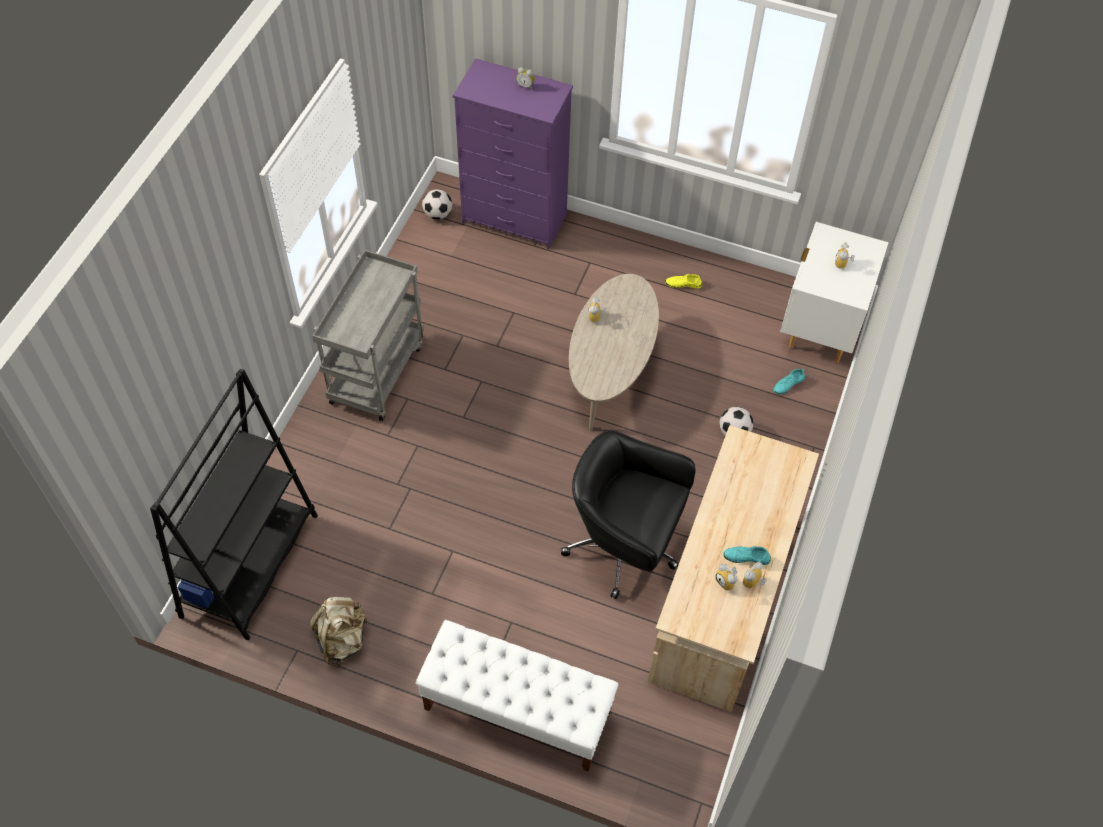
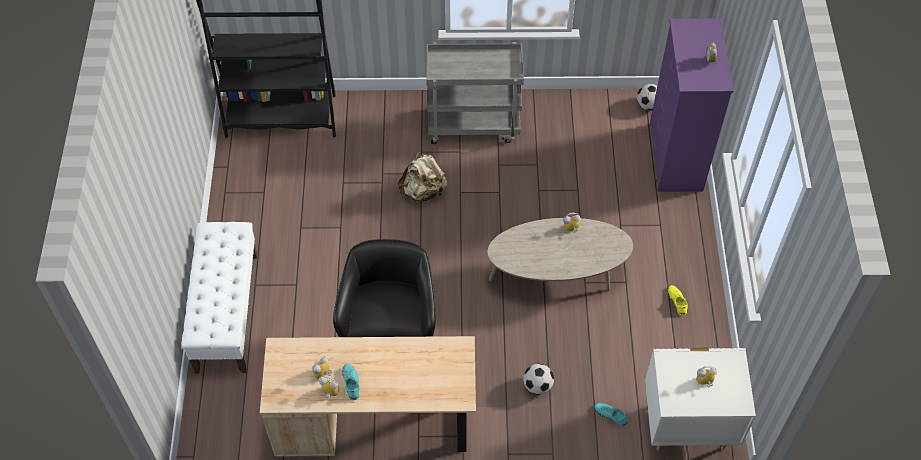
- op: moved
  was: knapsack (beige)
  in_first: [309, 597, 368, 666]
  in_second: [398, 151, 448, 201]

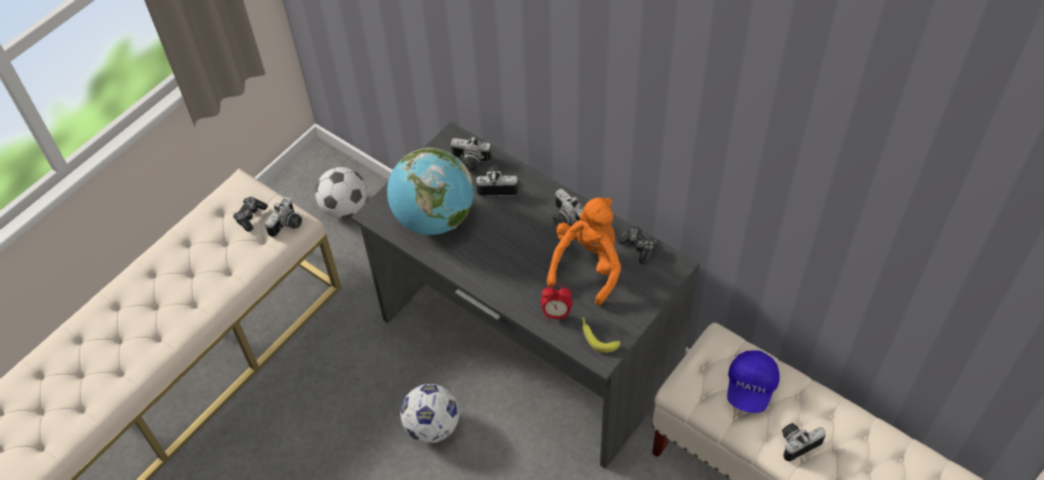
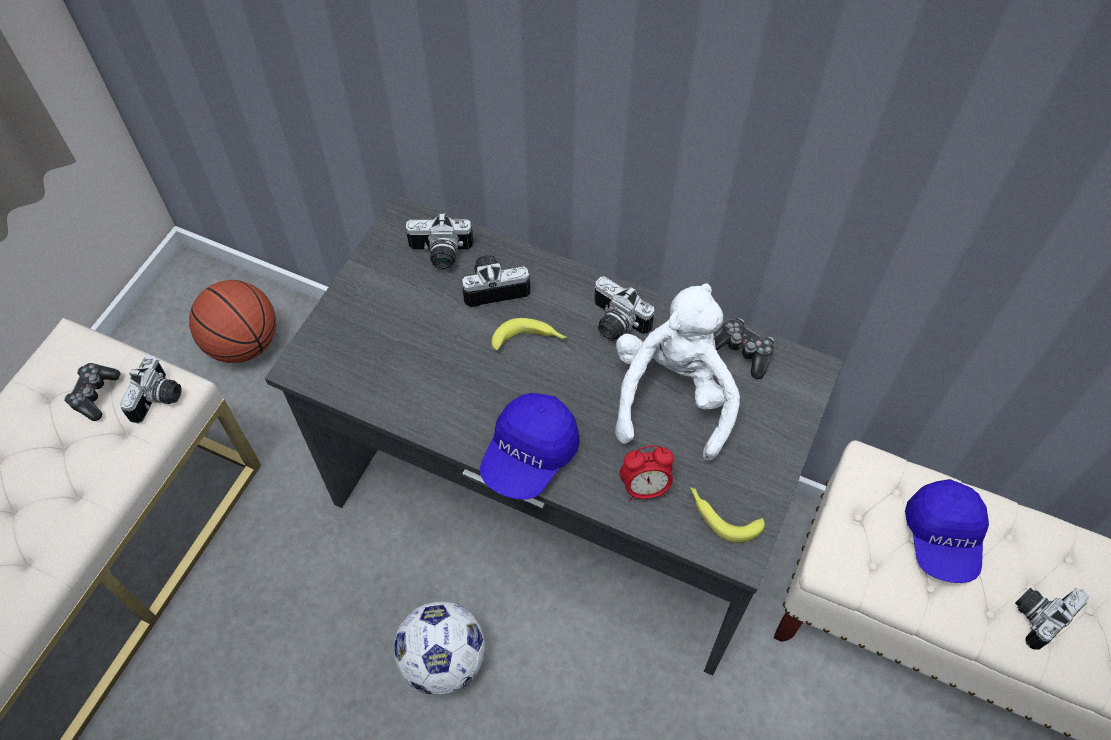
- op: removed
  was: desk globe
  in_first: [387, 147, 473, 235]
- op: replaced
  was: football ball
  now: ball for basketball
  in_first: [315, 167, 367, 219]
  in_second: [189, 280, 276, 363]
- op: recoloured
  was: plush toy (orangey)
  now: plush toy (whitish)
  in_first: [547, 198, 621, 306]
  in_second: [615, 283, 740, 461]
- op: added
  now: banana fruit
  in_second: [491, 318, 566, 350]
- op: added
  now: cap (bluish)
  in_second: [479, 393, 580, 500]

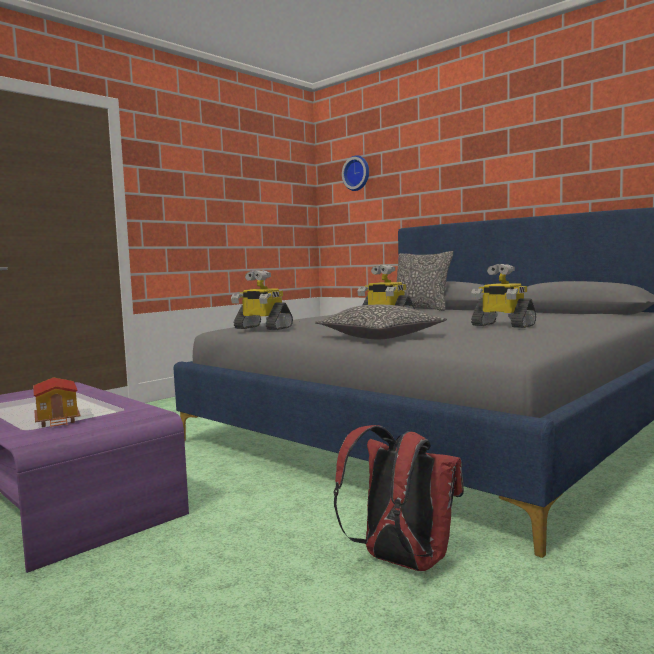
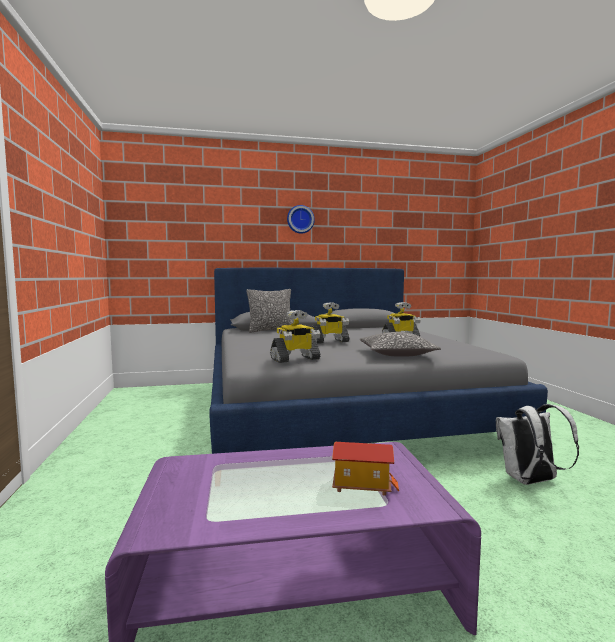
- op: moved
  was: hanging clock
  in_first: [342, 155, 369, 191]
  in_second: [287, 205, 315, 234]
- op: recoloured
  was: knapsack (red-coloured)
  now: knapsack (whitish)
  in_first: [333, 425, 464, 571]
  in_second: [496, 404, 579, 485]

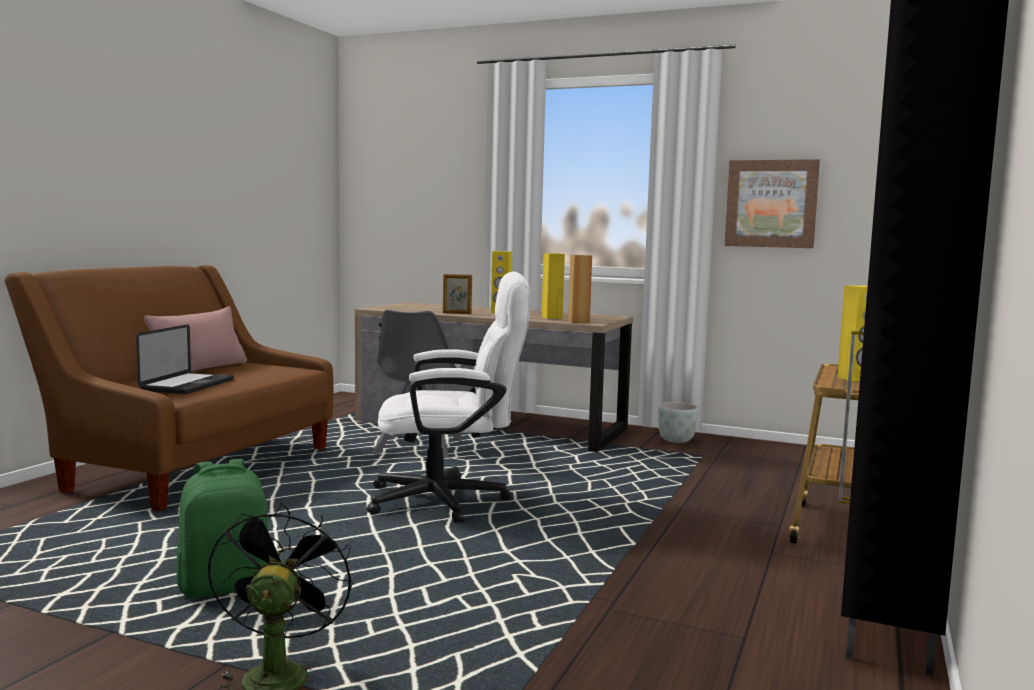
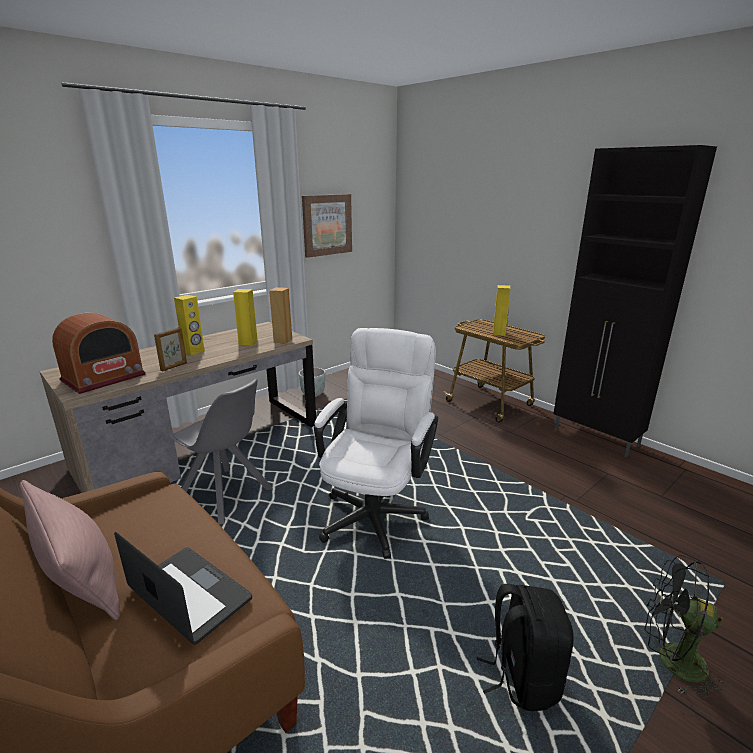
- op: recoloured
  was: knapsack (green-coloured)
  now: knapsack (blackish)
  in_first: [176, 459, 269, 598]
  in_second: [477, 584, 574, 711]
- op: added
  now: radio receiver
  in_second: [52, 312, 146, 394]

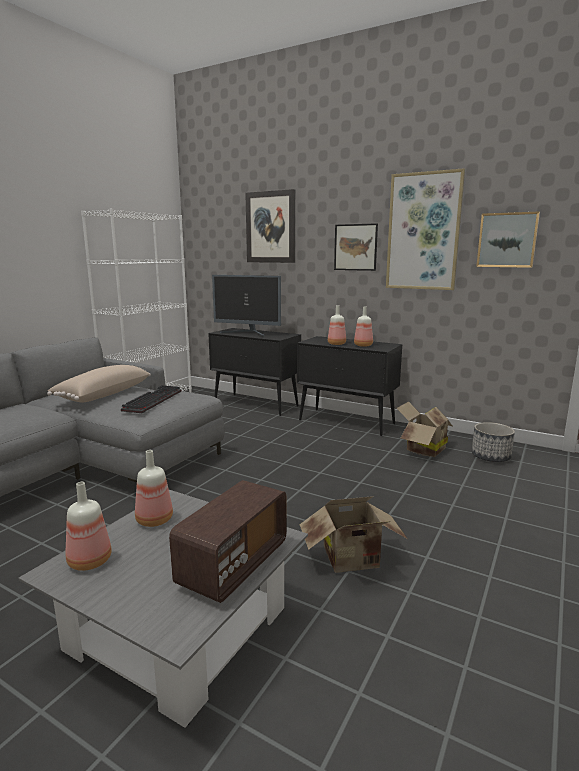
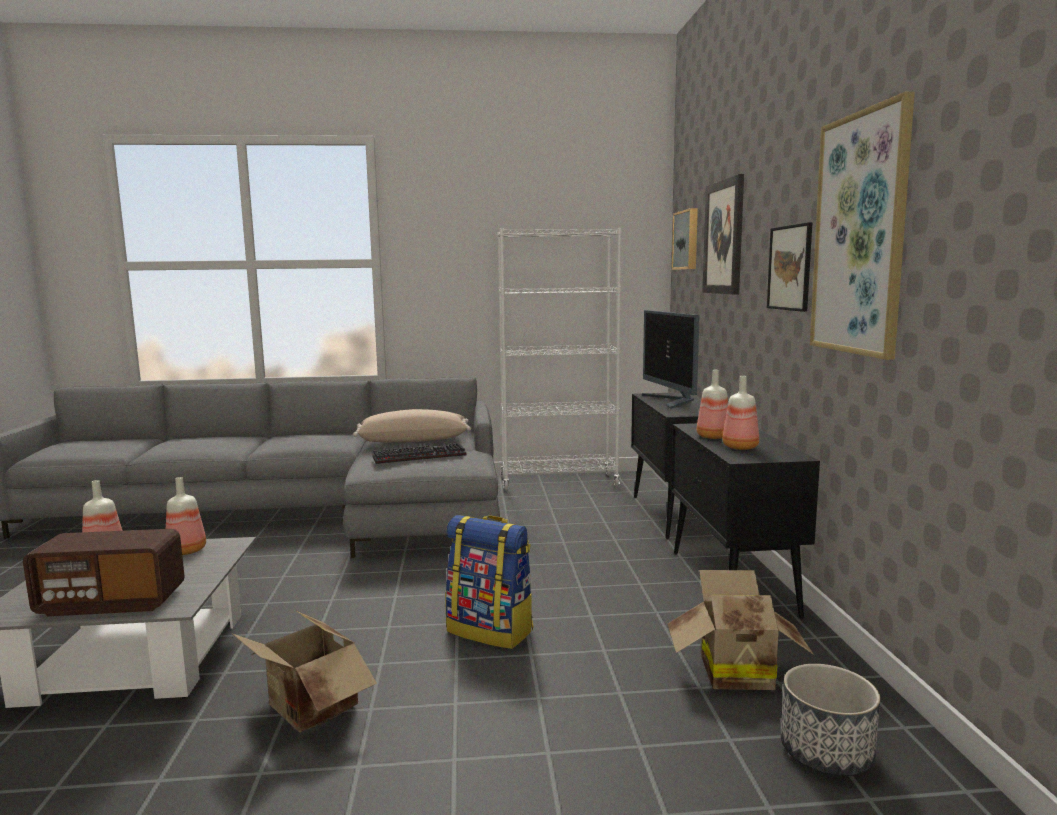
- op: moved
  was: wall art
  in_first: [476, 211, 540, 268]
  in_second: [672, 208, 698, 270]
- op: added
  now: knapsack
  in_second: [445, 515, 533, 649]

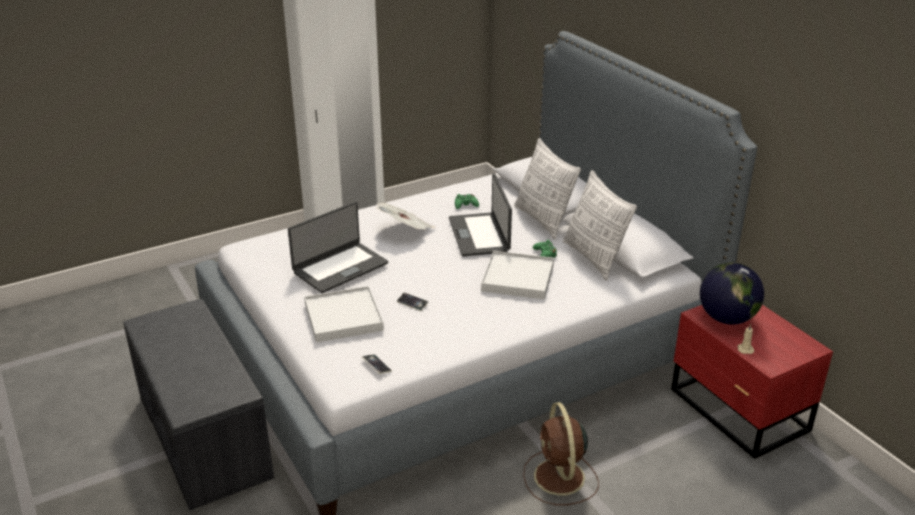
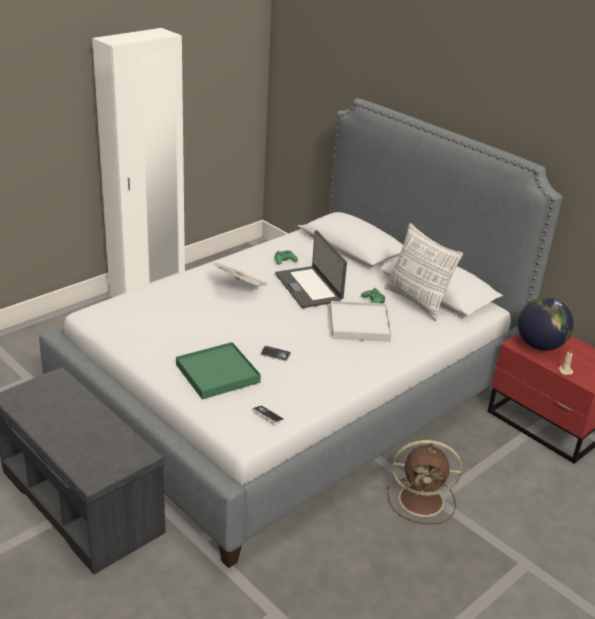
- op: removed
  was: cushion
  in_first: [514, 138, 581, 240]
- op: removed
  was: notebook computer
  in_first: [288, 202, 388, 293]
- op: recoloured
  was: tray (whitish)
  now: tray (green-coloured)
  in_first: [304, 286, 384, 343]
  in_second: [176, 342, 261, 399]
- op: turned
  was: fan (brown-coloured)
  in_first: [523, 402, 599, 505]
  in_second: [387, 440, 462, 524]
  clockwise: -60

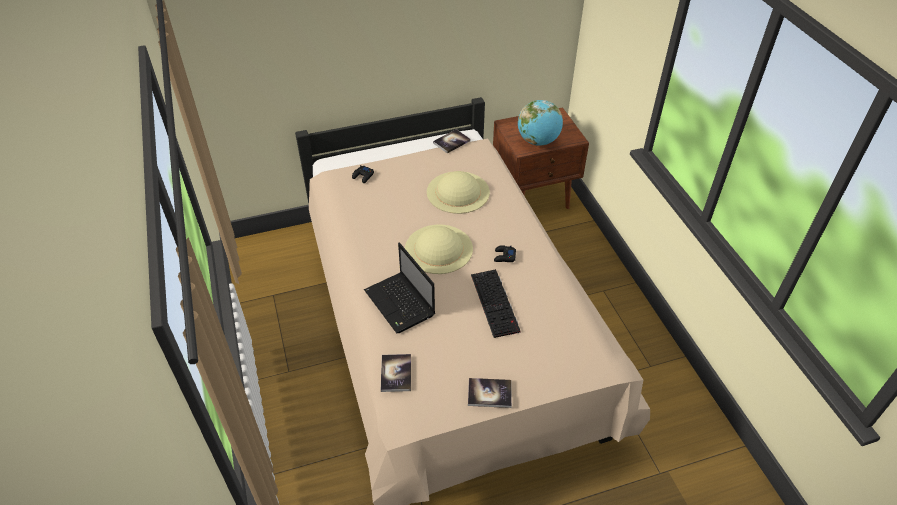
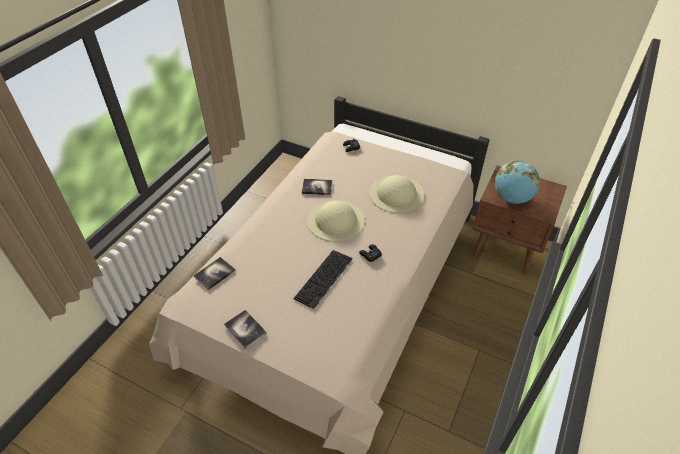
- op: moved
  was: volume
  in_first: [433, 129, 471, 154]
  in_second: [302, 179, 332, 195]
- op: removed
  was: notebook computer
  in_first: [364, 242, 435, 333]

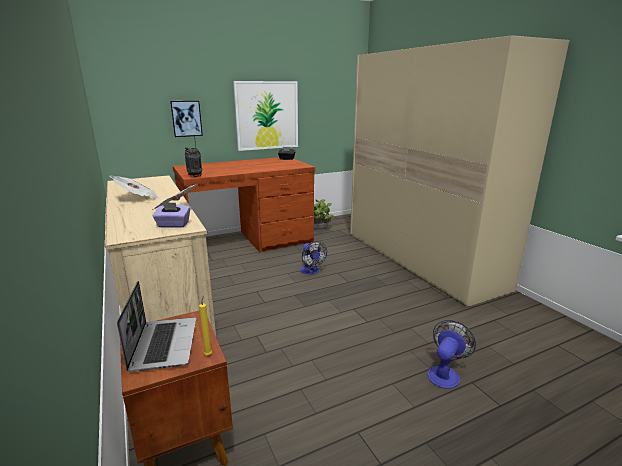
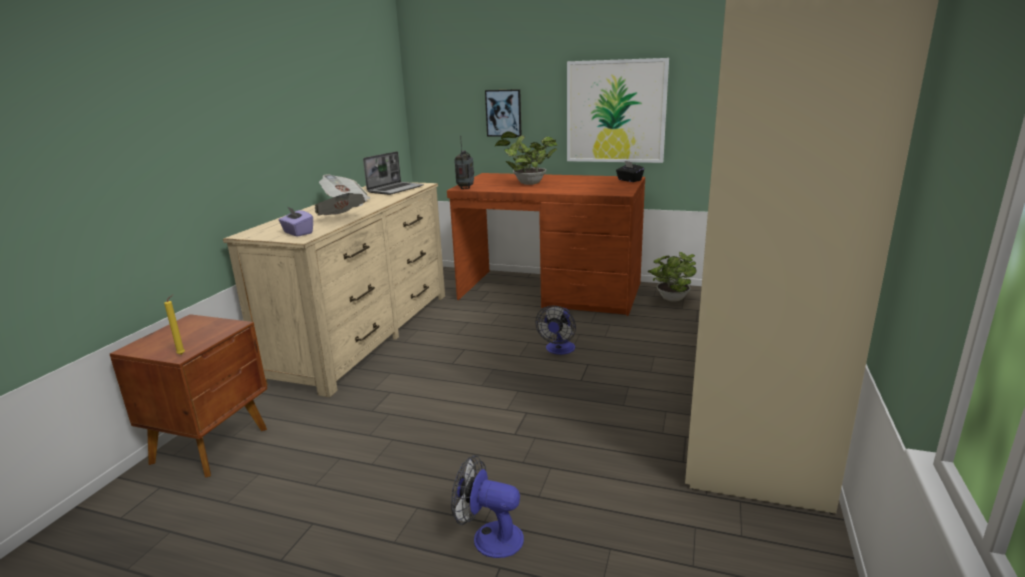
- op: moved
  was: notebook computer
  in_first: [117, 281, 196, 372]
  in_second: [363, 151, 424, 195]
- op: turned
  was: fan
  in_first: [428, 320, 476, 389]
  in_second: [451, 455, 524, 558]
  clockwise: -150
- op: added
  now: potted plant
  in_second: [494, 131, 558, 185]

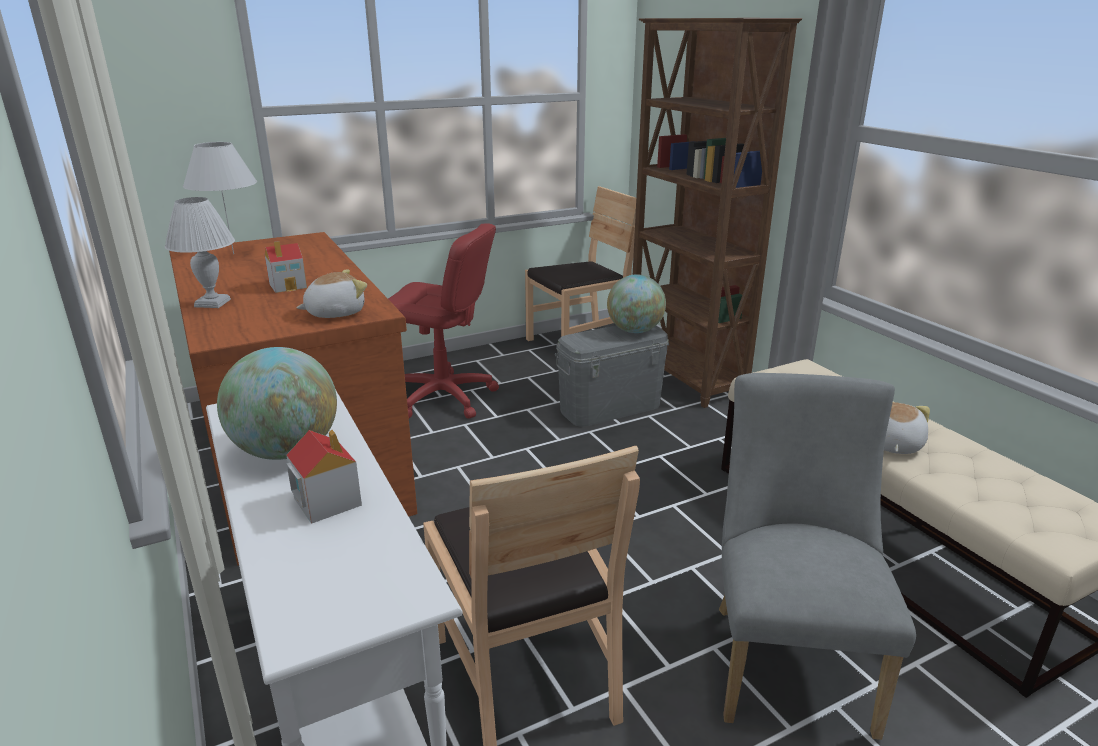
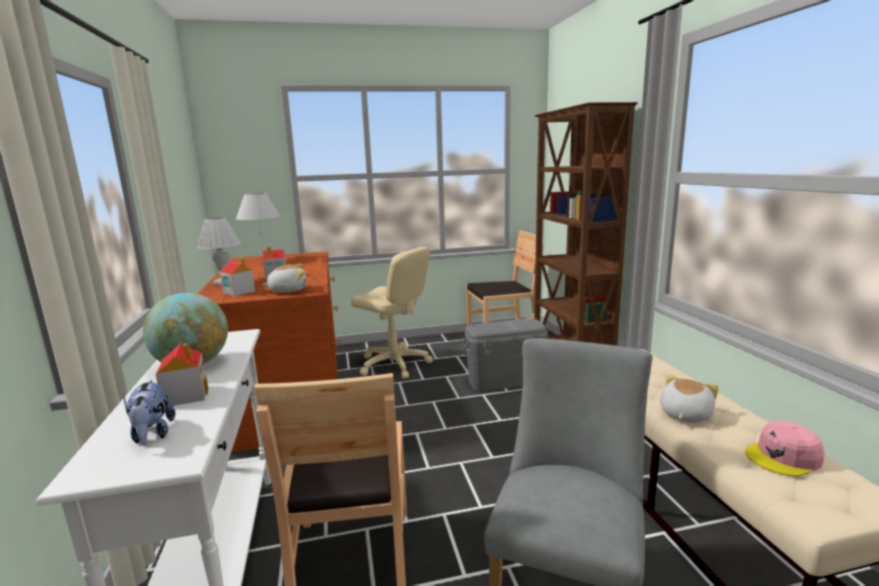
- op: recoloured
  was: office chair (red-coloured)
  now: office chair (beige)
  in_first: [388, 224, 499, 419]
  in_second: [351, 247, 433, 379]
- op: removed
  was: desk globe
  in_first: [607, 274, 666, 333]
- op: added
  now: miniature house
  in_second: [220, 257, 255, 296]
- op: added
  now: plush toy
  in_second: [123, 380, 175, 445]
- op: added
  now: cap (pink)
  in_second: [745, 420, 824, 476]

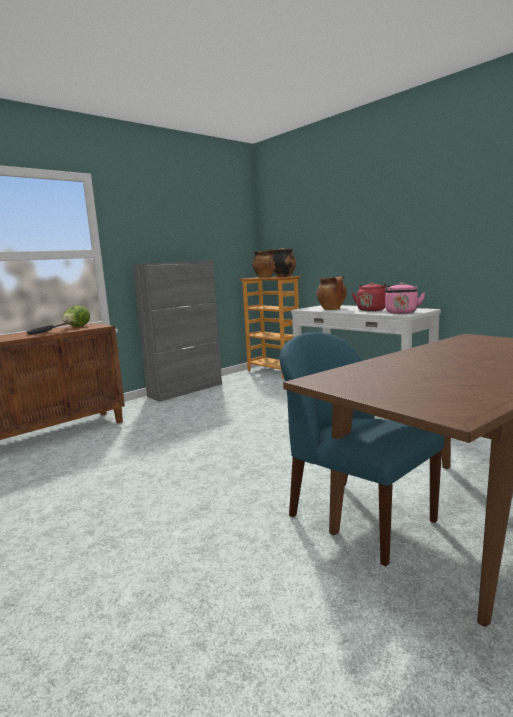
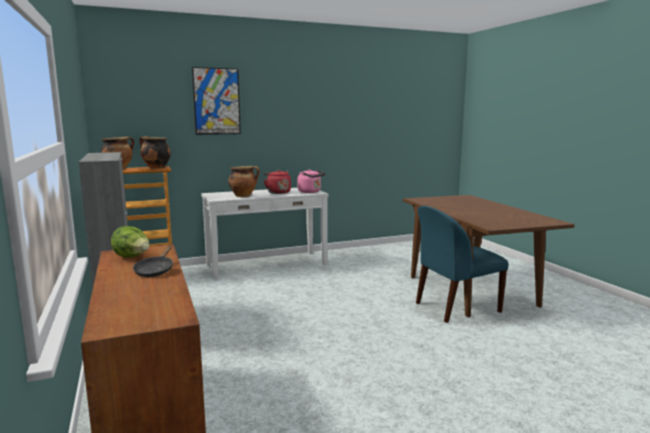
- op: added
  now: wall art
  in_second: [192, 67, 241, 135]

